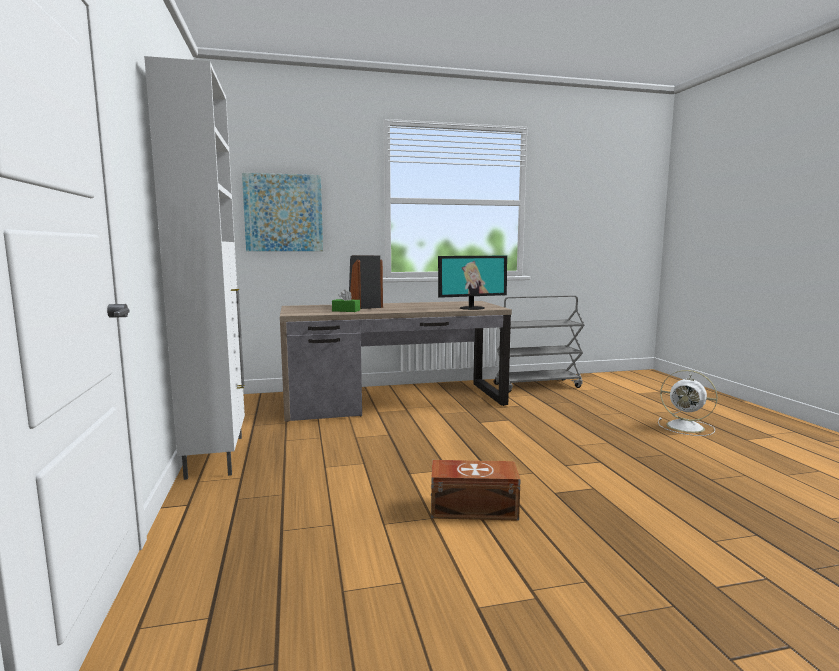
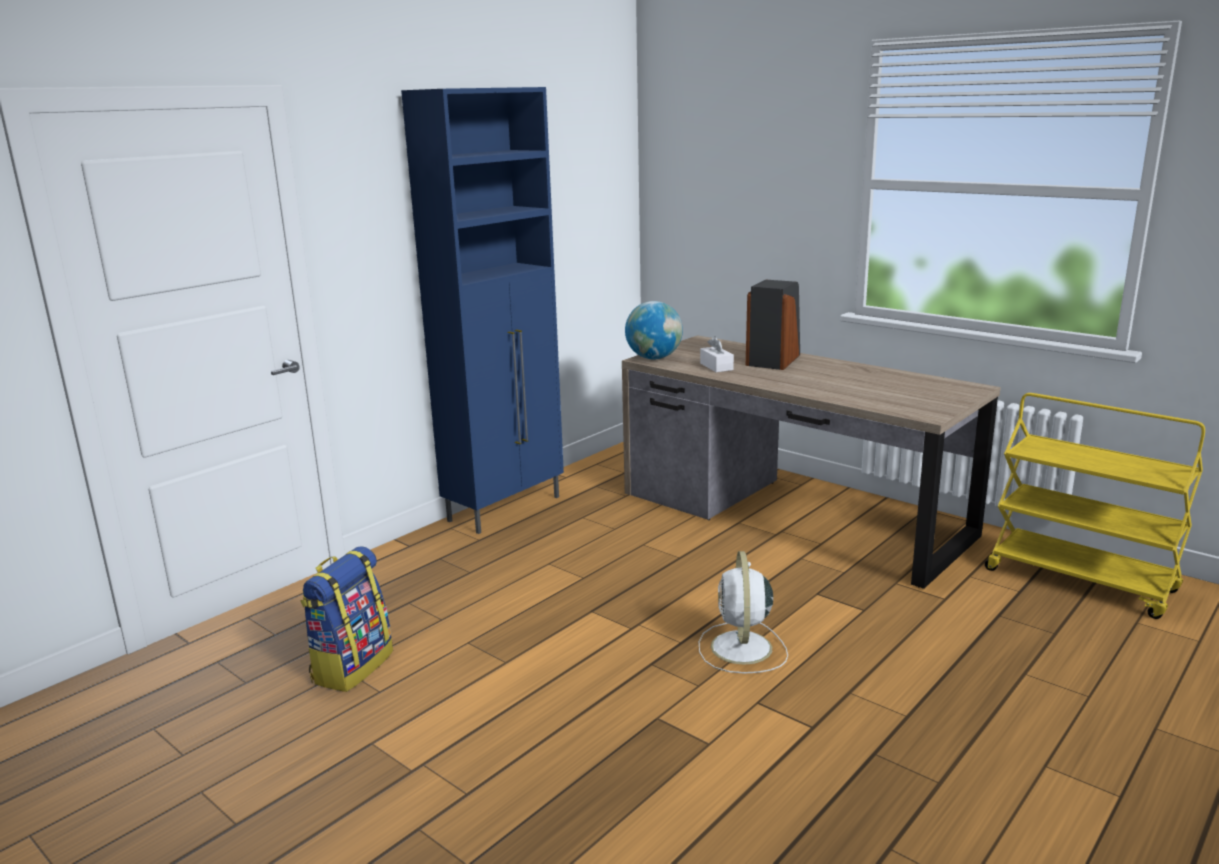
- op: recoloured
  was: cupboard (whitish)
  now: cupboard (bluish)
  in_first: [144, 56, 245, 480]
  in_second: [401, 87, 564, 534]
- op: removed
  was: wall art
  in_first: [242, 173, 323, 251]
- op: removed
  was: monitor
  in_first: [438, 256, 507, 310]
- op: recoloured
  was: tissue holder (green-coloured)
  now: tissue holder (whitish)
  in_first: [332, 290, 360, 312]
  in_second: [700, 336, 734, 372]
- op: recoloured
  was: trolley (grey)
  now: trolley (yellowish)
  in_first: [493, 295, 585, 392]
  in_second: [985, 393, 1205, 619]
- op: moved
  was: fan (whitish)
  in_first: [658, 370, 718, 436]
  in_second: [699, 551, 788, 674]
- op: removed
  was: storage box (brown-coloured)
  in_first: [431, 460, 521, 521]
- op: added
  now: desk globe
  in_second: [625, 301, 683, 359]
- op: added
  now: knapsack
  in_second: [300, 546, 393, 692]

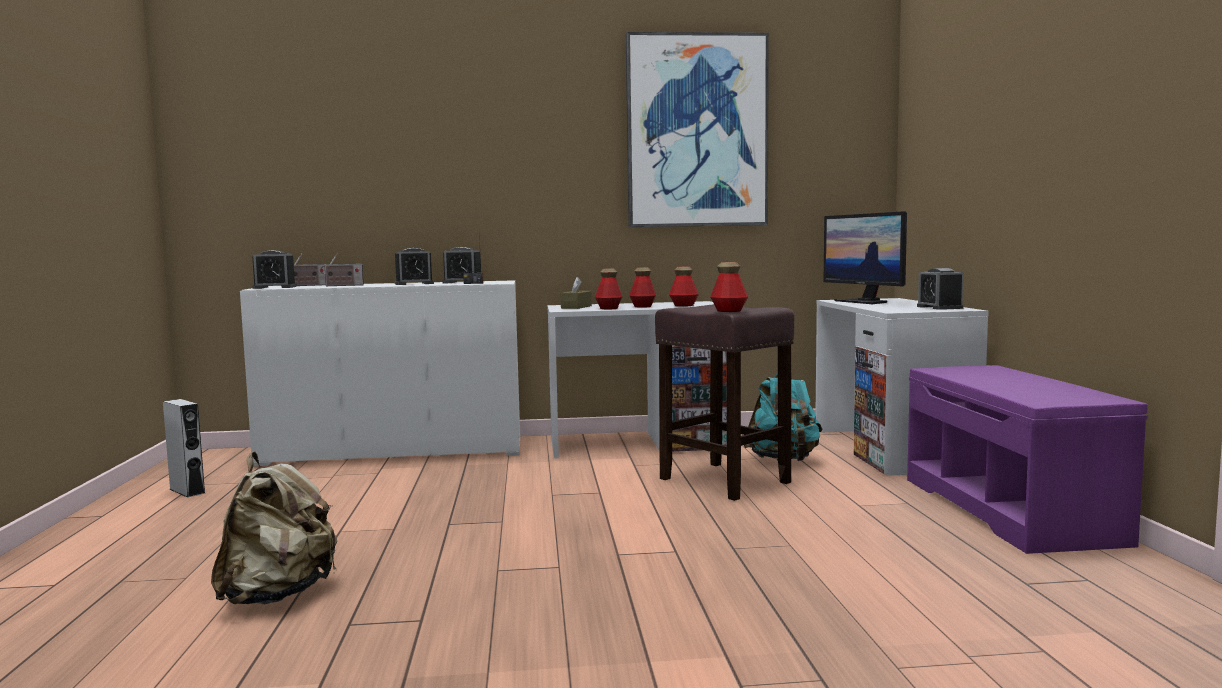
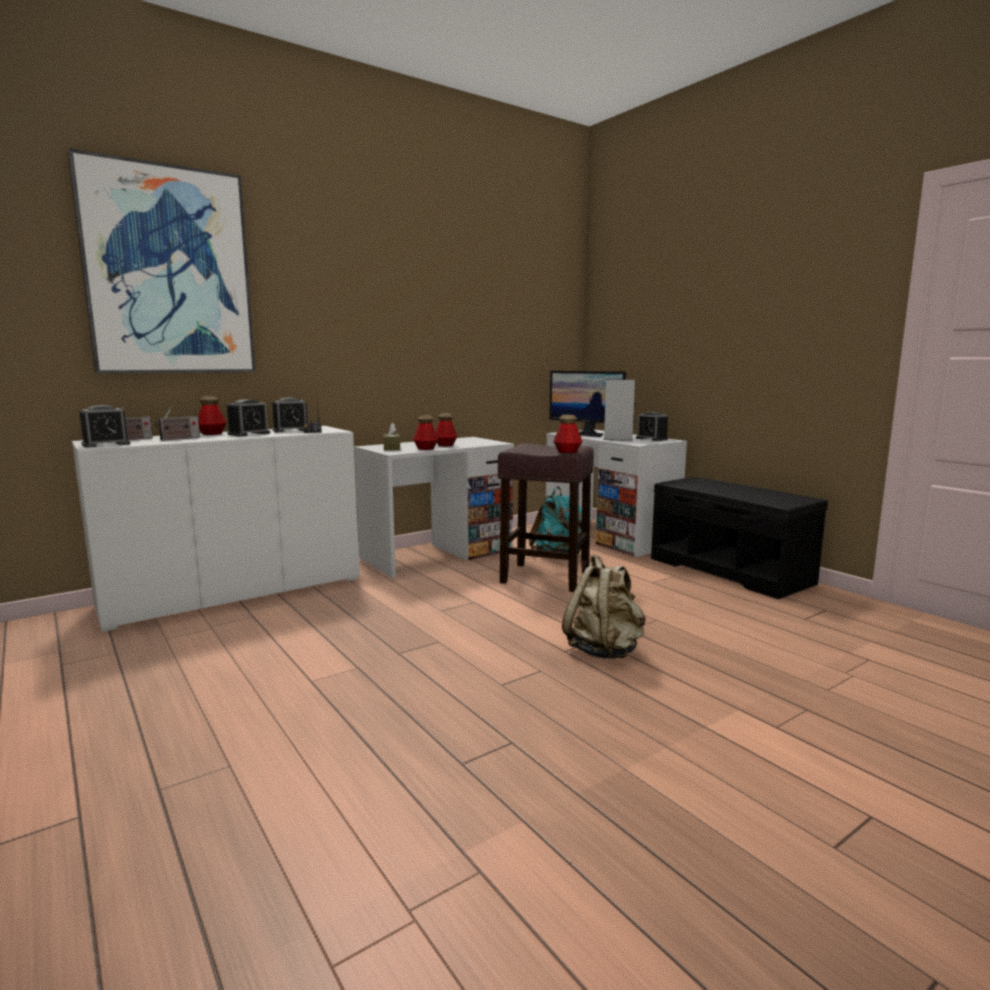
- op: moved
  was: wall art
  in_first: [626, 32, 769, 227]
  in_second: [68, 148, 255, 374]
- op: moved
  was: bottle
  in_first: [669, 267, 699, 307]
  in_second: [198, 396, 227, 435]
- op: recoloured
  was: long seat (purplish)
  now: long seat (blackish)
  in_first: [907, 365, 1148, 554]
  in_second: [651, 477, 828, 599]
- op: moved
  was: audio speaker (grey)
  in_first: [163, 399, 205, 498]
  in_second: [603, 379, 635, 441]
- op: moved
  was: knapsack (beige)
  in_first: [211, 452, 337, 604]
  in_second: [562, 554, 646, 659]

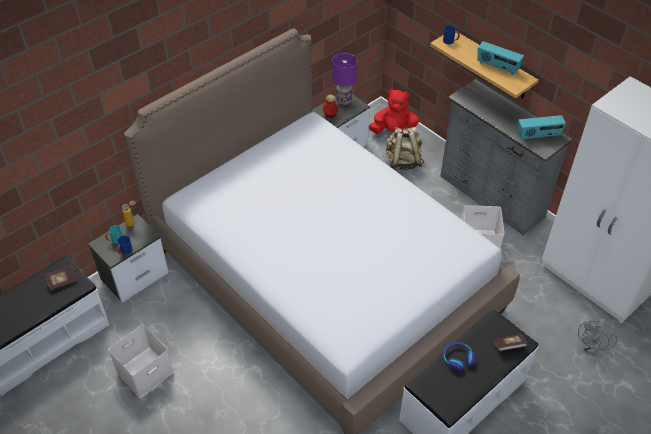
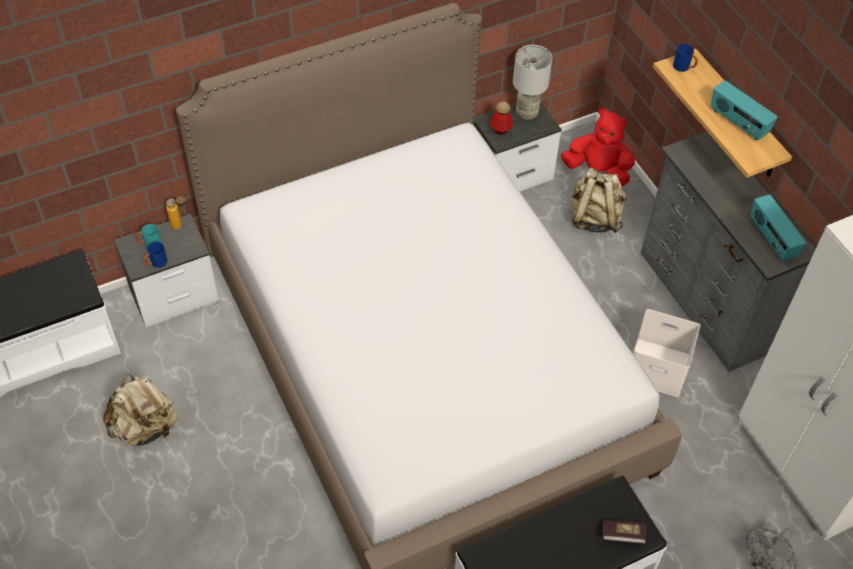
- op: recoloured
  was: tabletop lamp (purplish)
  now: tabletop lamp (grey)
  in_first: [332, 52, 357, 106]
  in_second: [513, 45, 552, 120]
- op: turned
  was: radio receiver
  in_first: [517, 115, 566, 140]
  in_second: [750, 194, 806, 261]
  clockwise: 60
- op: removed
  was: volume
  in_first: [45, 265, 77, 291]
- op: replaced
  was: storage box (whitish)
  now: knapsack (beige)
  in_first: [108, 324, 174, 398]
  in_second: [103, 373, 178, 446]
- op: removed
  was: pair of headphones
  in_first: [443, 342, 475, 371]

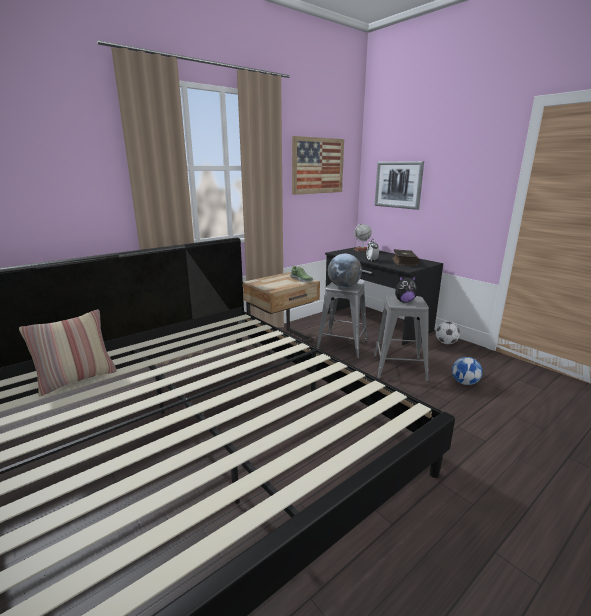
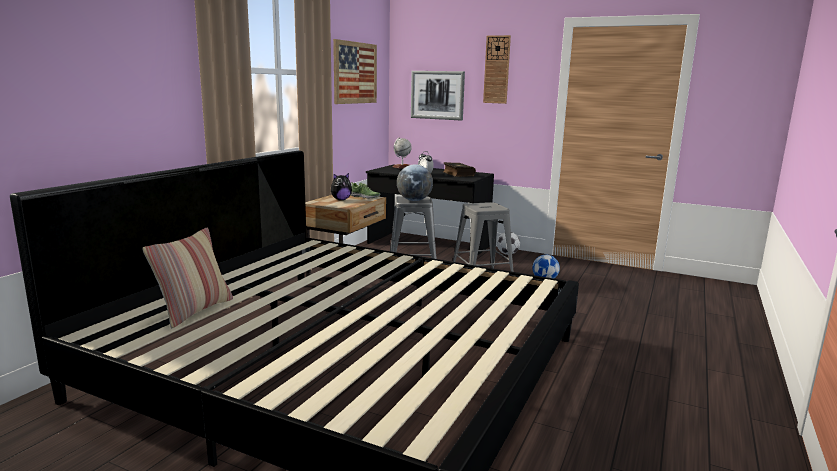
- op: moved
  was: plush toy
  in_first: [395, 276, 417, 303]
  in_second: [331, 173, 352, 200]
- op: added
  now: hanging clock
  in_second: [483, 35, 511, 104]

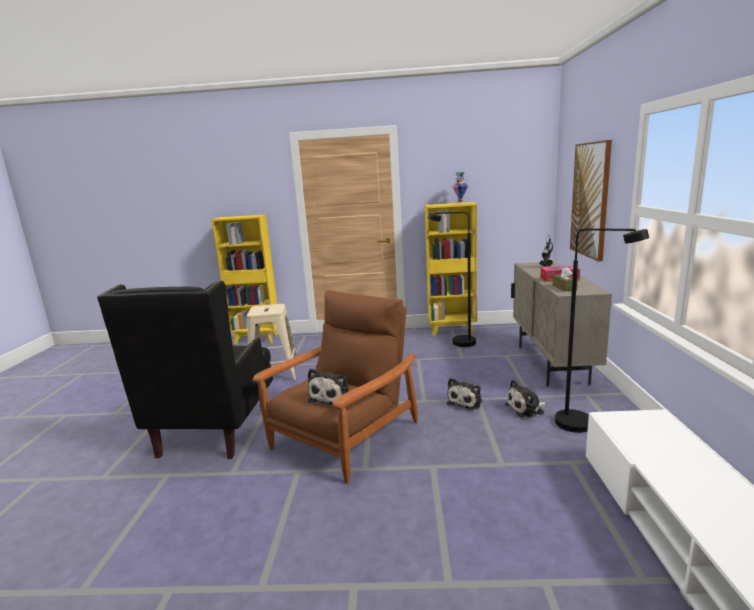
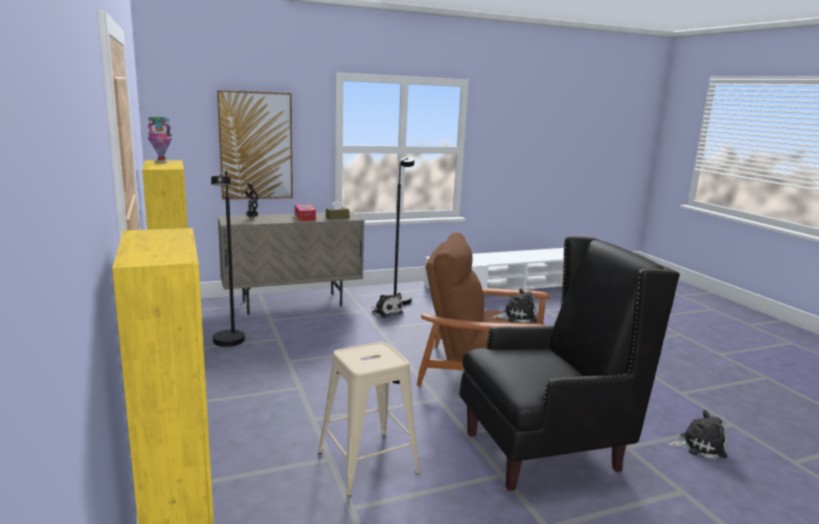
- op: moved
  was: plush toy
  in_first: [447, 378, 483, 410]
  in_second: [667, 410, 727, 459]

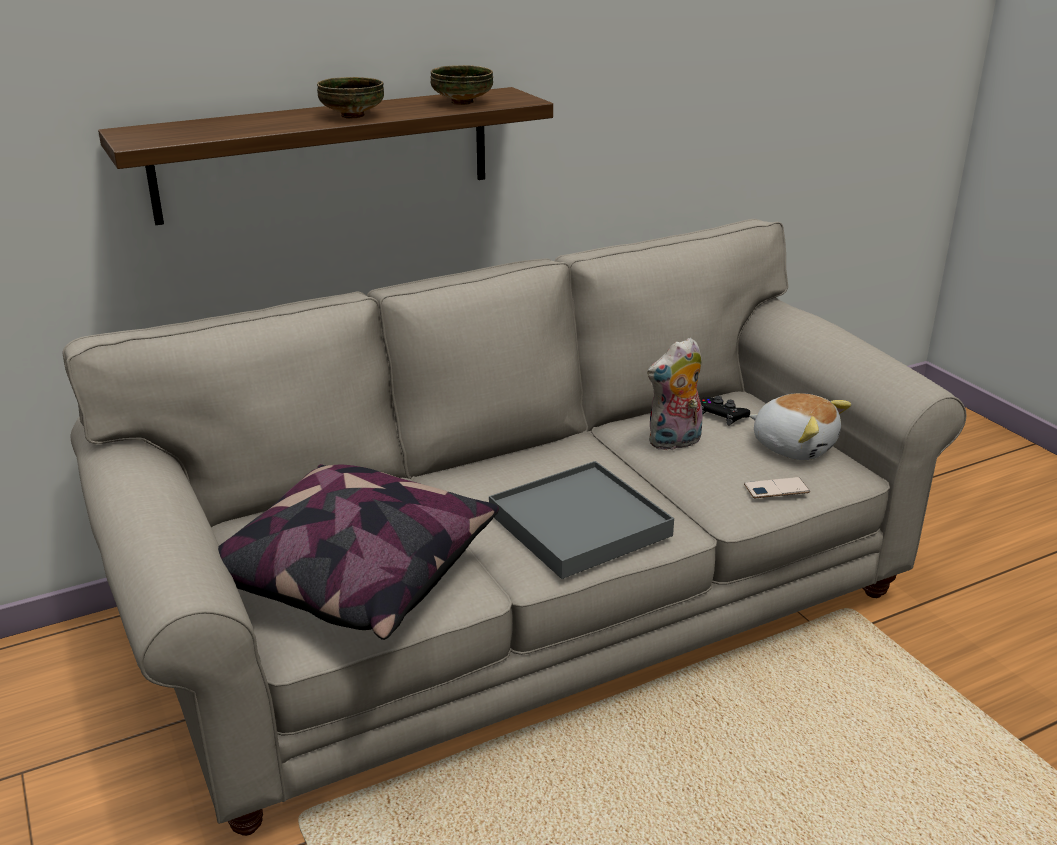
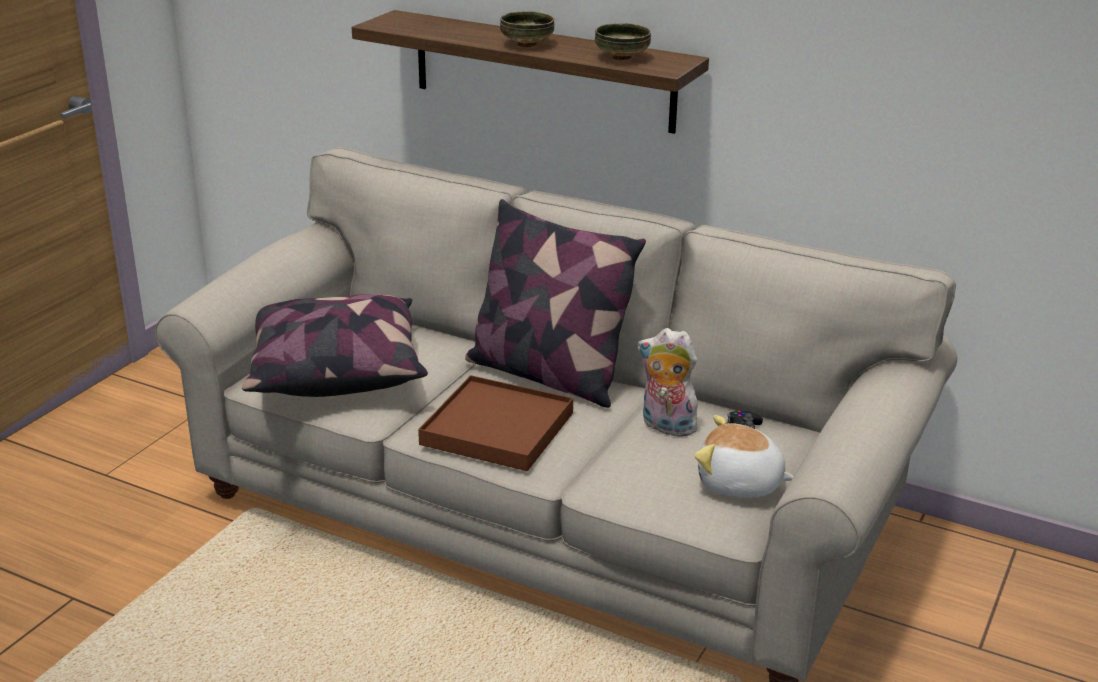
- op: turned
  was: plush toy
  in_first: [749, 393, 851, 460]
  in_second: [695, 415, 794, 498]
  clockwise: 105
- op: recoloured
  was: tray (grey)
  now: tray (brown-coloured)
  in_first: [489, 461, 674, 579]
  in_second: [418, 375, 573, 471]
- op: removed
  was: phone
  in_first: [744, 477, 810, 498]
- op: added
  now: cushion
  in_second: [465, 199, 646, 408]

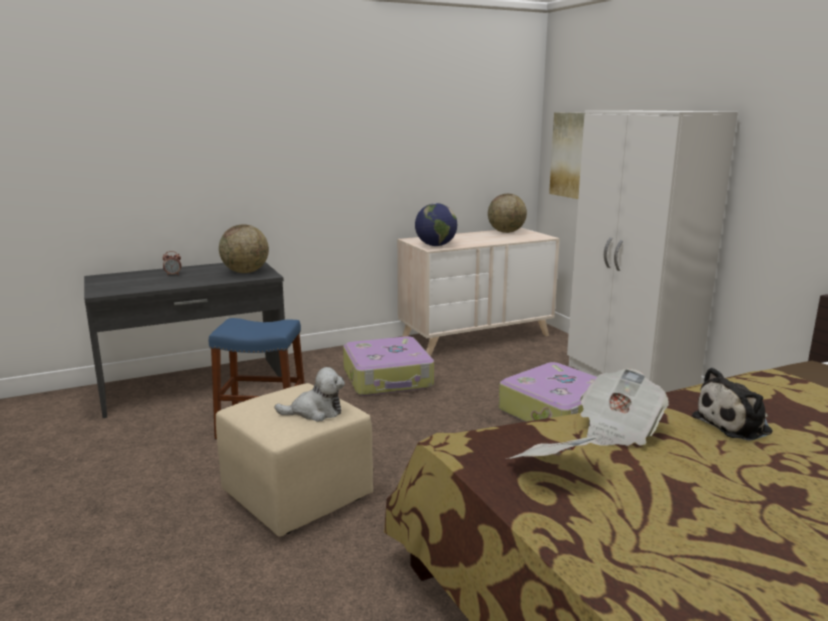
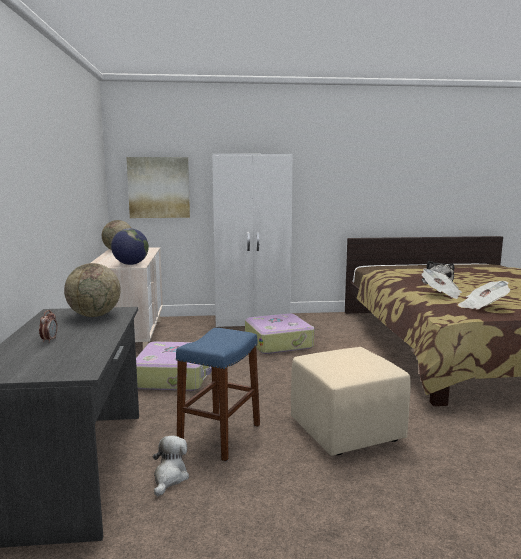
- op: moved
  was: plush toy
  in_first: [275, 367, 345, 422]
  in_second: [153, 435, 189, 496]

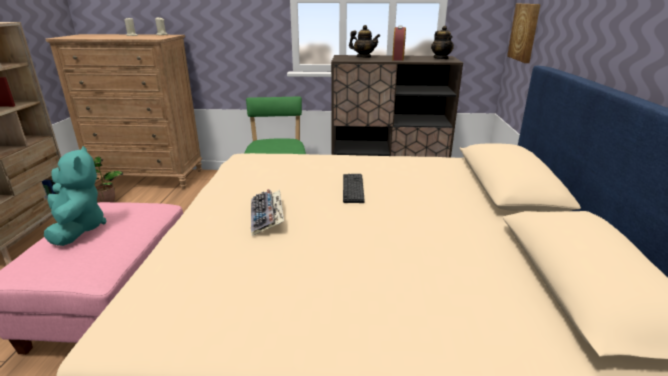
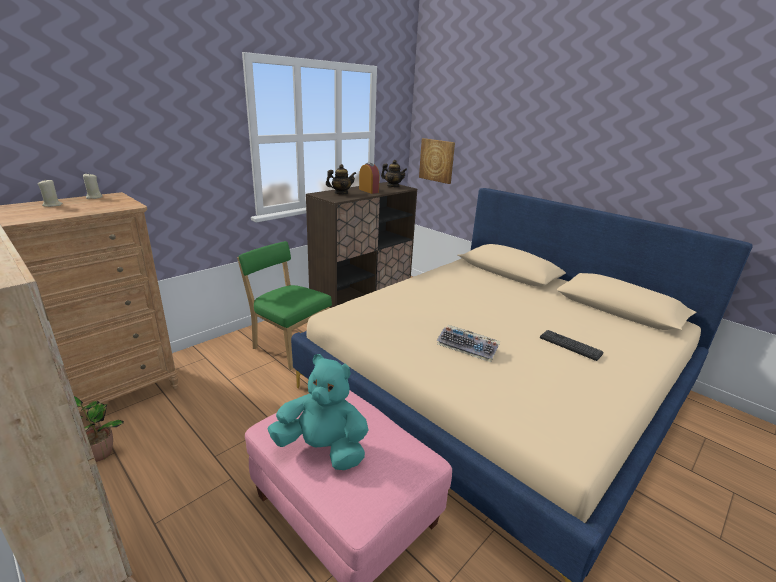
- op: moved
  was: PC keyboard
  in_first: [343, 174, 365, 203]
  in_second: [540, 330, 604, 361]

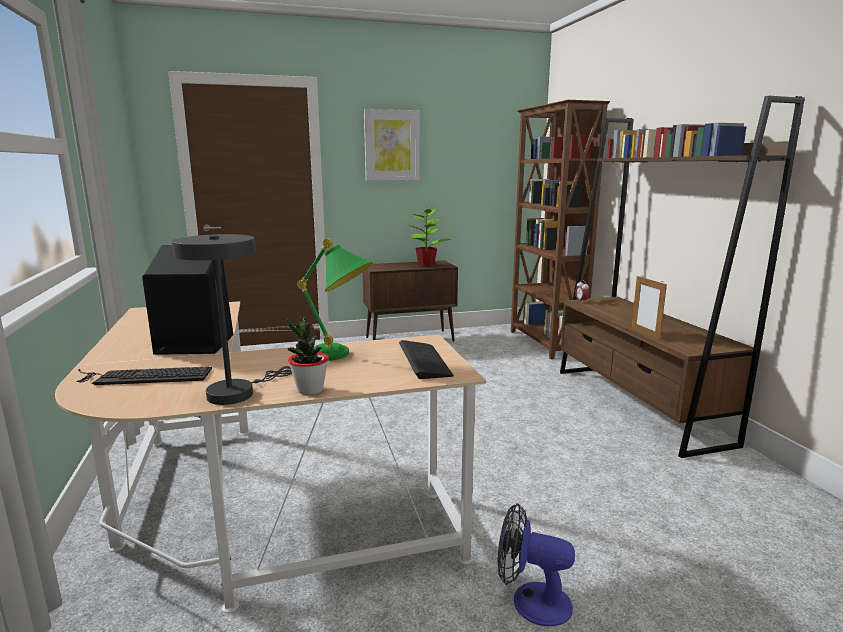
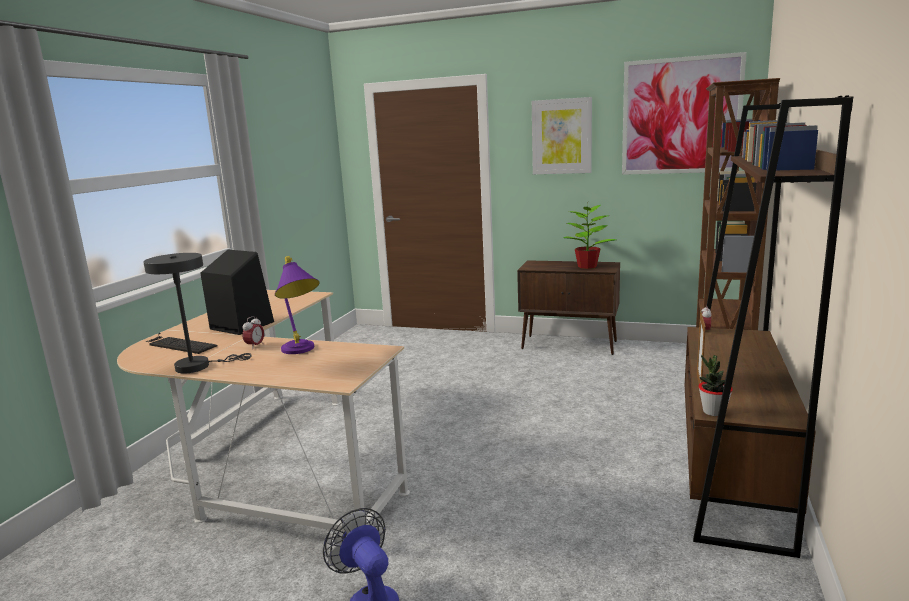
- op: recoloured
  was: tabletop lamp (green-coloured)
  now: tabletop lamp (purplish)
  in_first: [297, 238, 373, 361]
  in_second: [275, 256, 320, 354]
- op: moved
  was: potted plant
  in_first: [286, 317, 329, 395]
  in_second: [698, 355, 733, 416]
- op: removed
  was: PC keyboard
  in_first: [399, 340, 454, 379]
- op: added
  now: wall art
  in_second: [622, 52, 746, 175]
- op: added
  now: alarm clock
  in_second: [242, 316, 264, 345]

